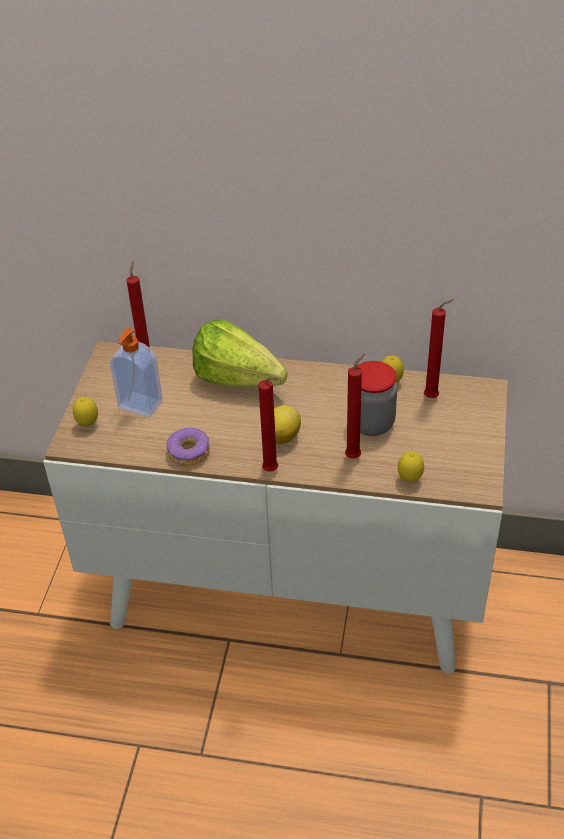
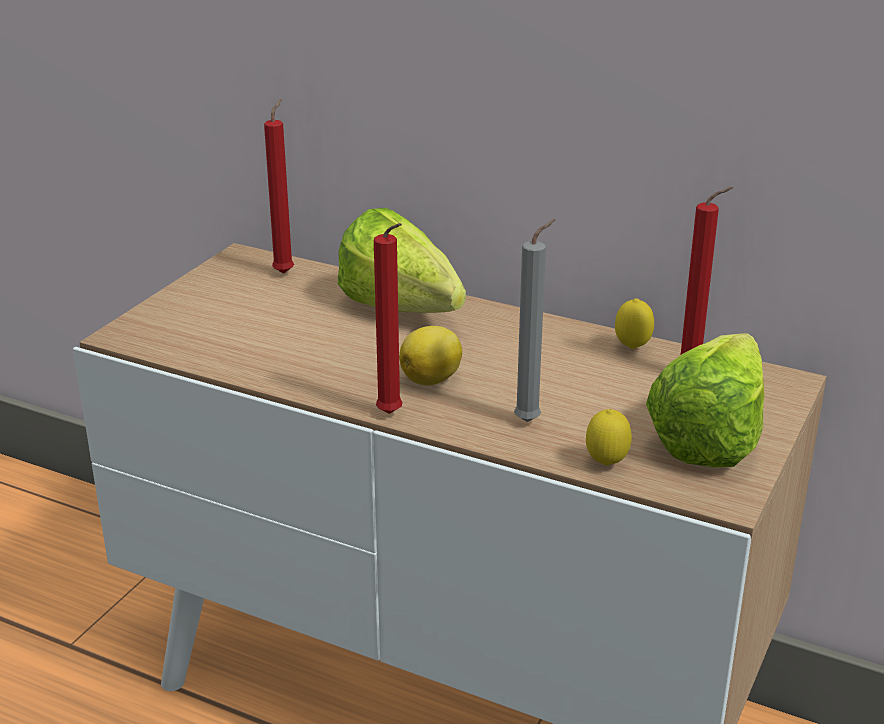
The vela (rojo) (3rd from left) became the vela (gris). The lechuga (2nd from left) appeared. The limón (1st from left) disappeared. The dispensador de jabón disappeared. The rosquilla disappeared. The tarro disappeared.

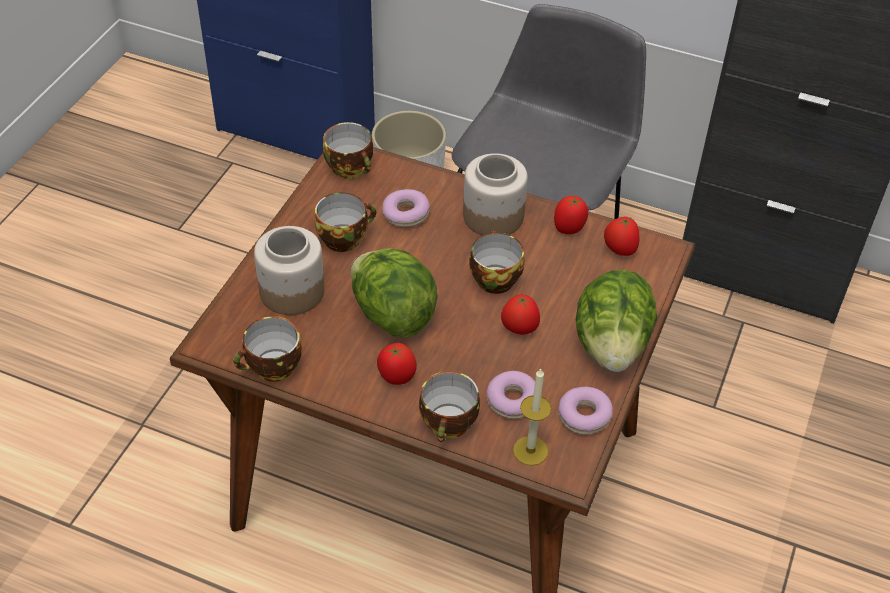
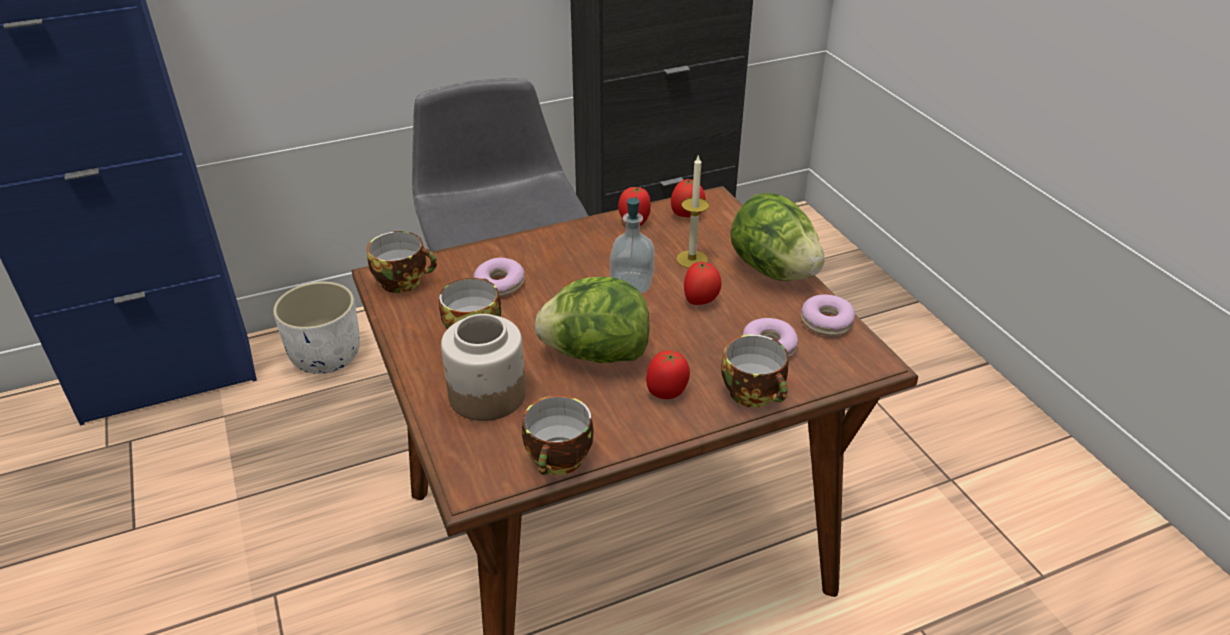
The taza (5th from left) was replaced by the dispensador de jabón. The vela moved. The tarro (2nd from left) disappeared.

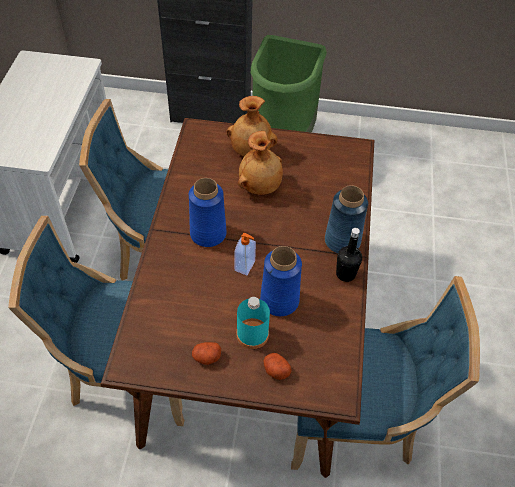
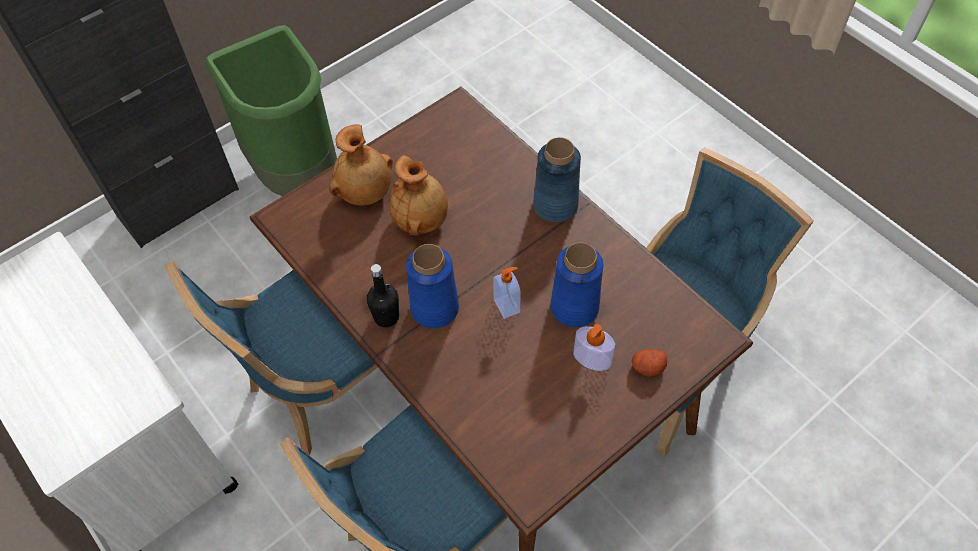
The botella (negro) moved. The botella (turquesa) was replaced by the dispensador de jabón (2nd from left). The patata (1st from left) disappeared.

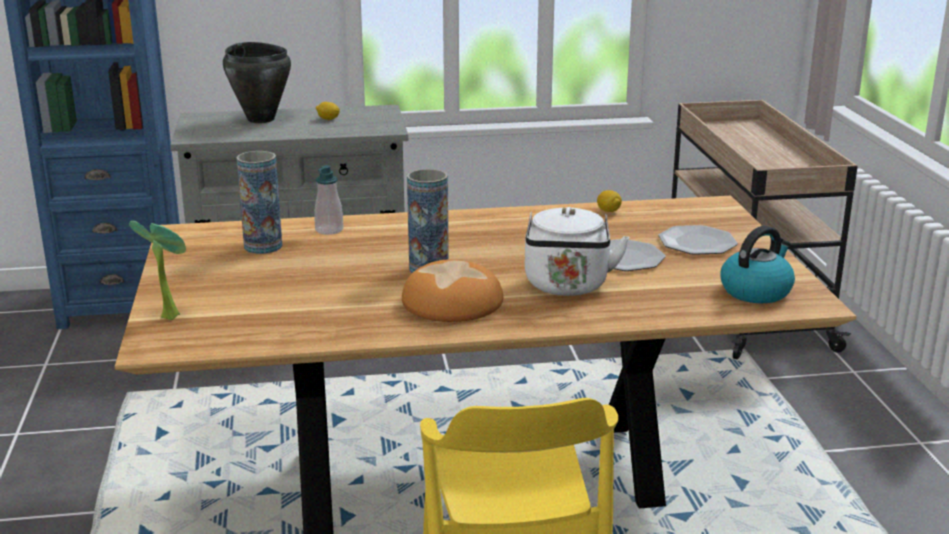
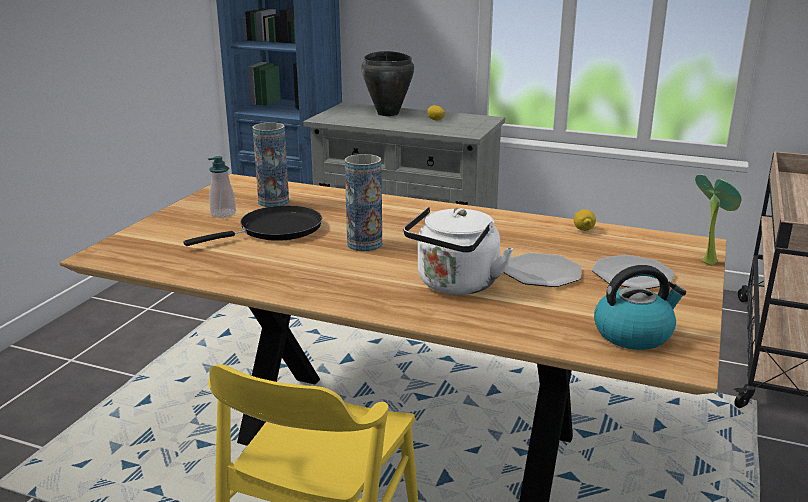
The sartén (negro) appeared. The dispensador de jabón moved. The planta en maceta moved. The pan disappeared.

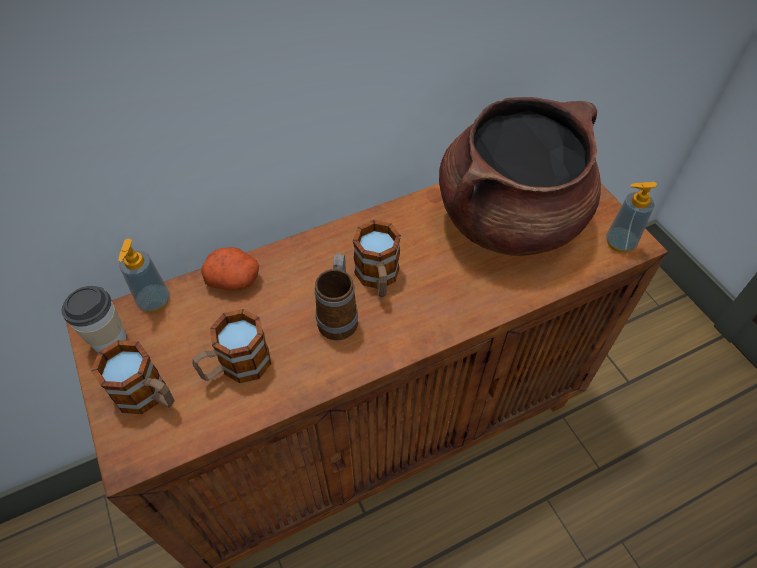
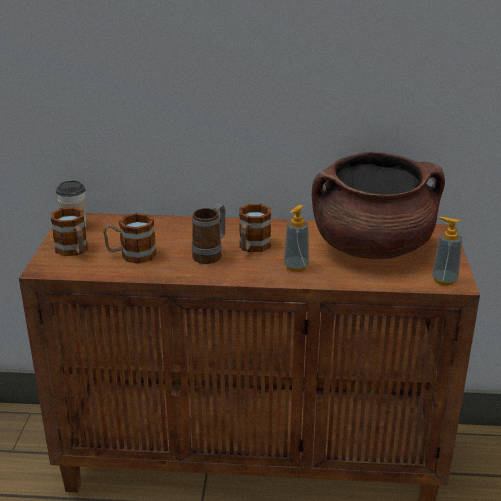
The dispensador de jabón (1st from left) moved. The patata disappeared.

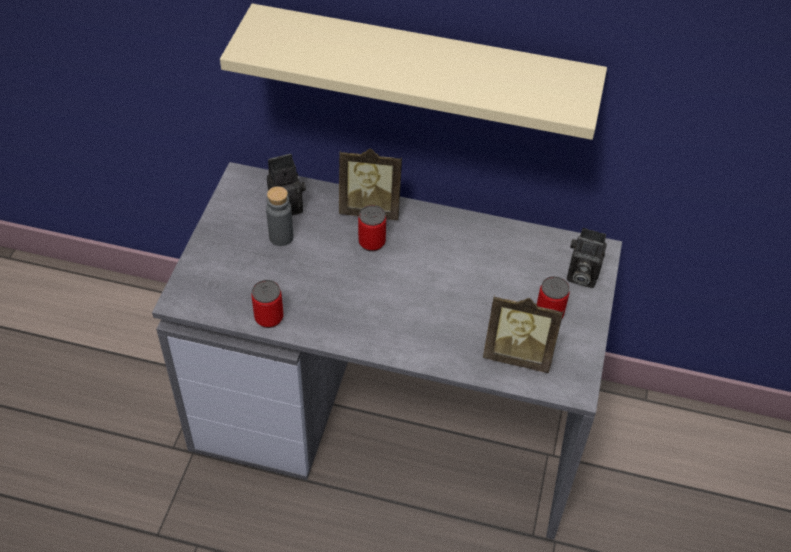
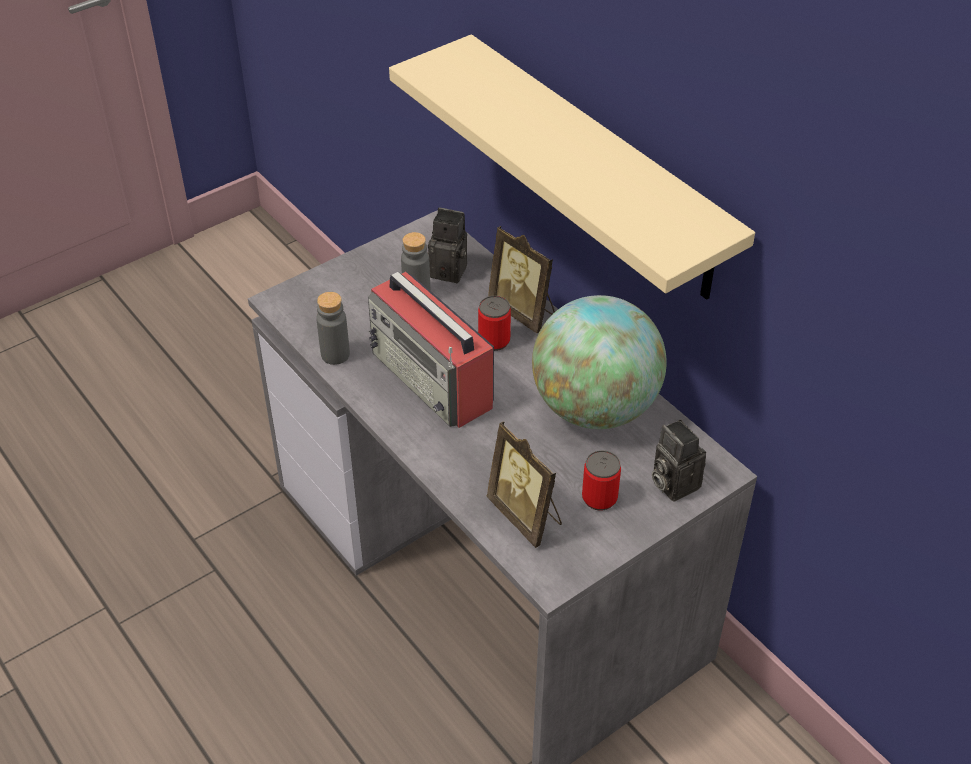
The lata (1st from left) was replaced by the botella (gris) (1st from left). The radio appeared. The globo terráqueo appeared.

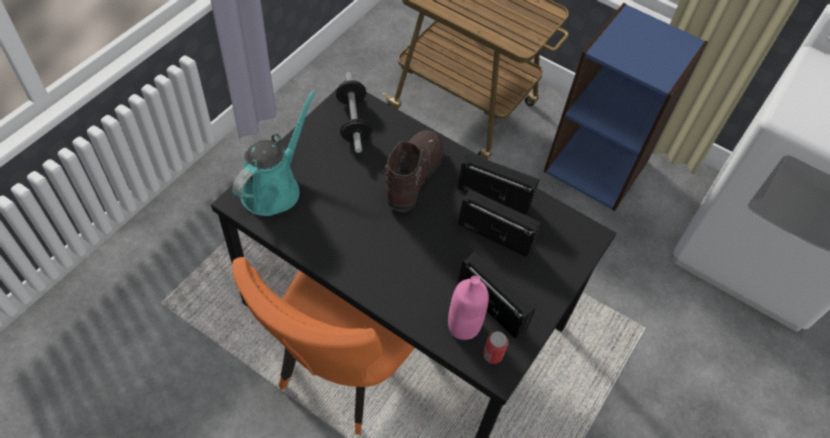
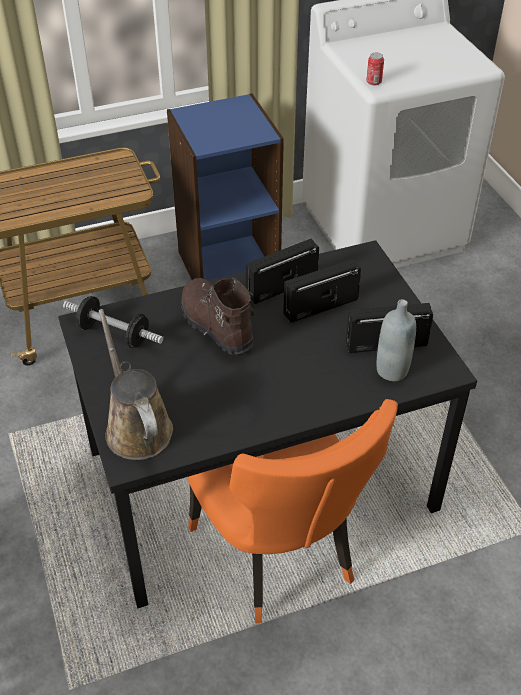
The regadera (turquesa) became the regadera (marrón). The lata moved. The botella (rosa) became the botella (gris).

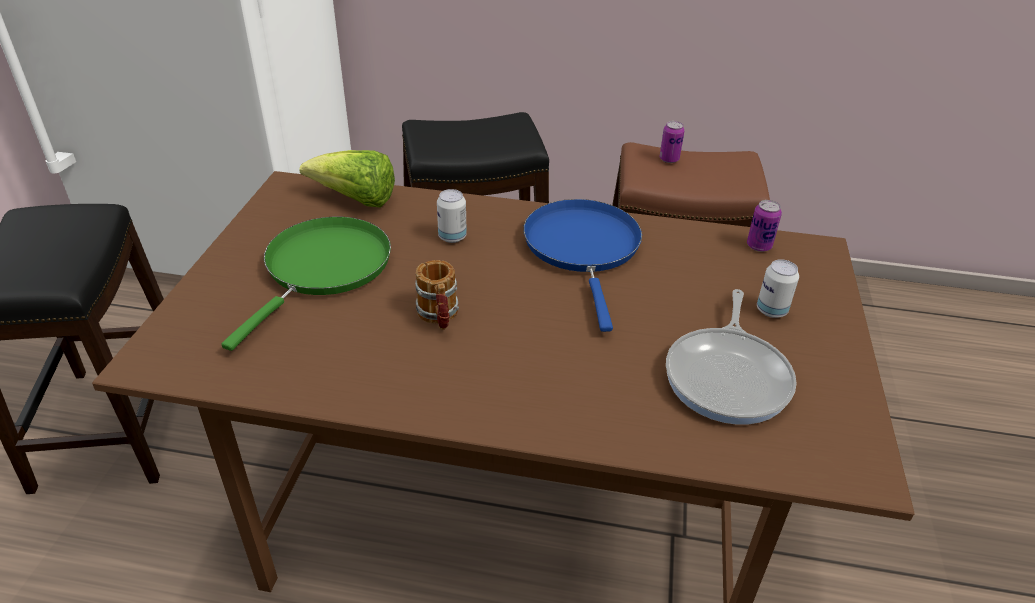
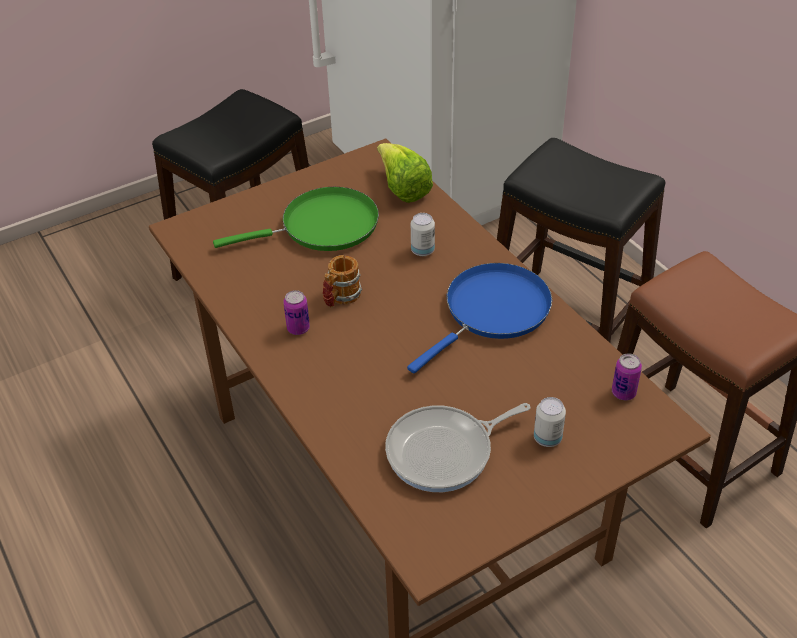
The lata (2nd from left in the first image) moved.

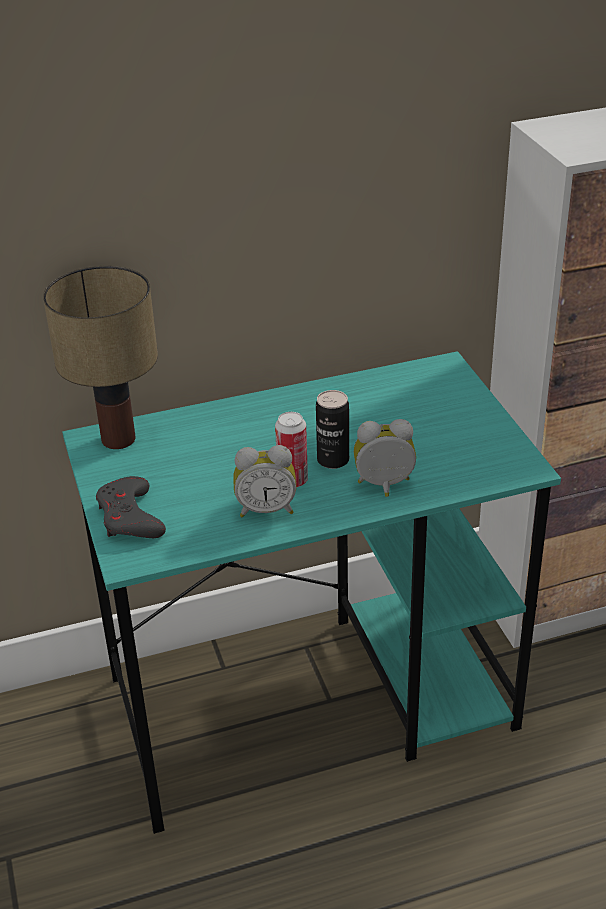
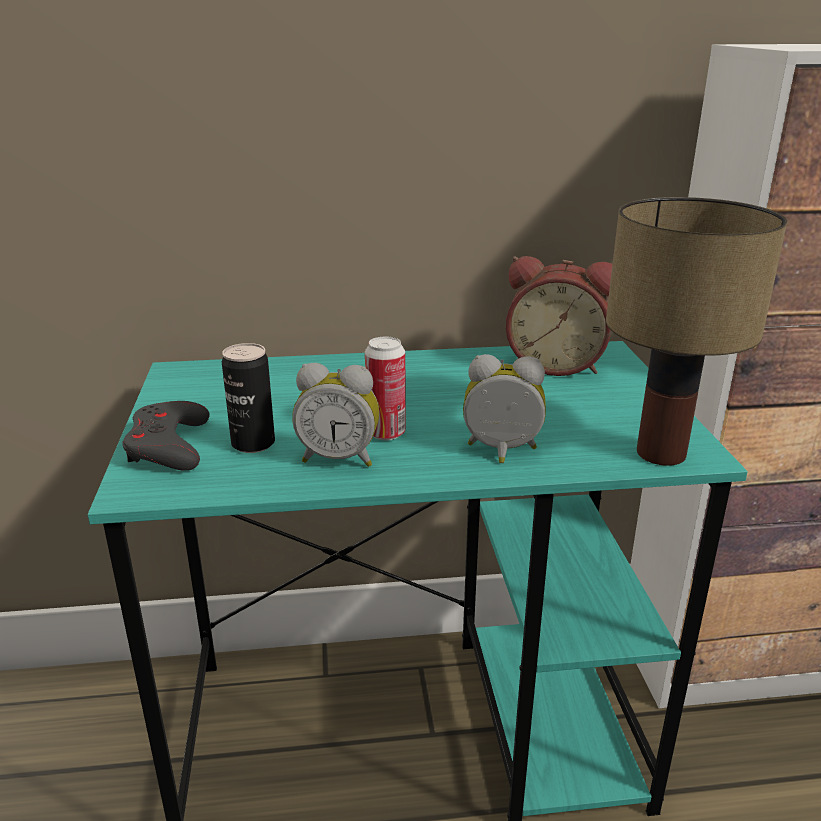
The lata (2nd from left in the first image) moved. The despertador (3rd from left) appeared. The lámpara de mesa moved.

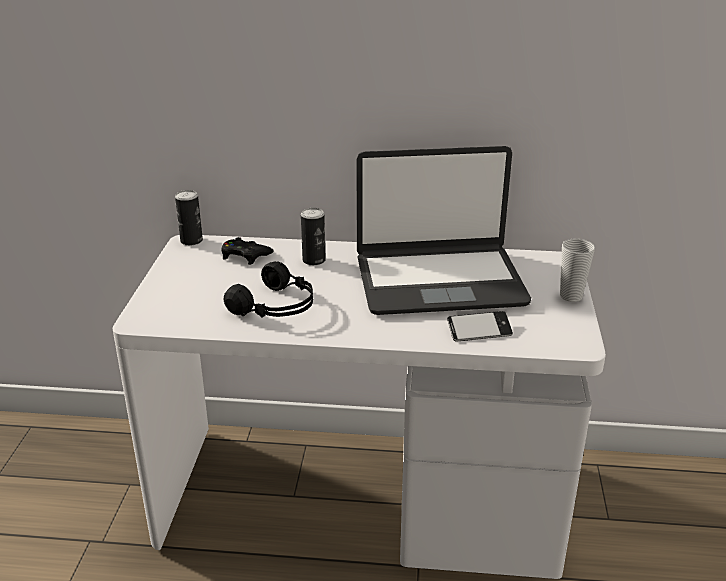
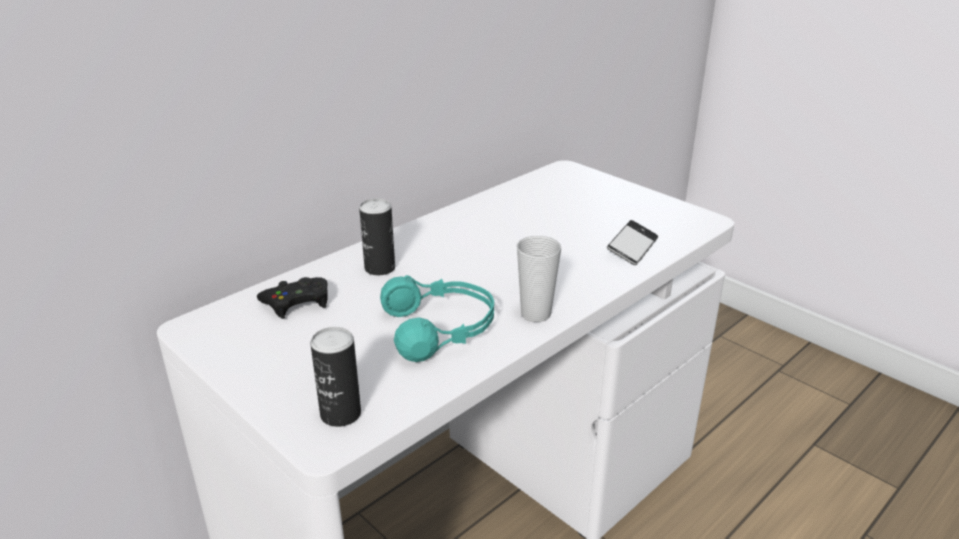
The lata (1st from left) moved. The auriculares (negro) became the auriculares (turquesa). The taza moved. The portátil disappeared.

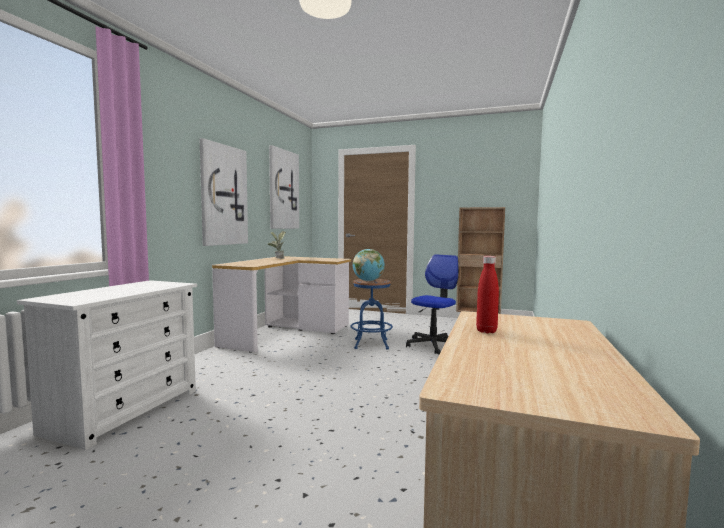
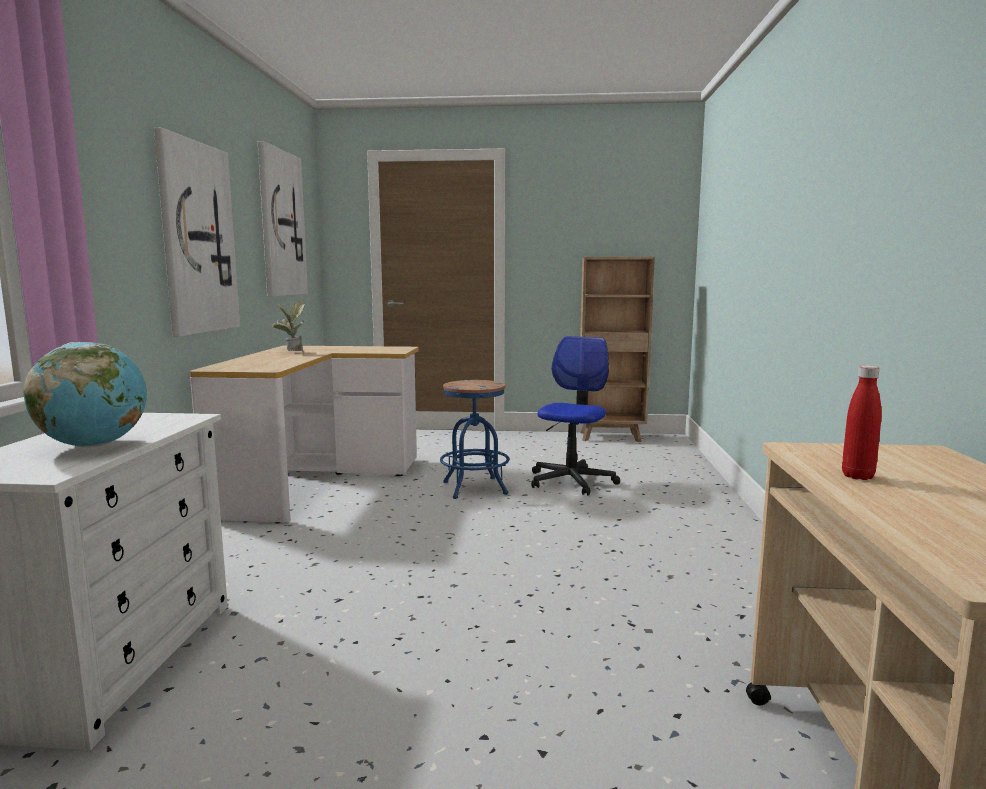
The globo terráqueo moved.

